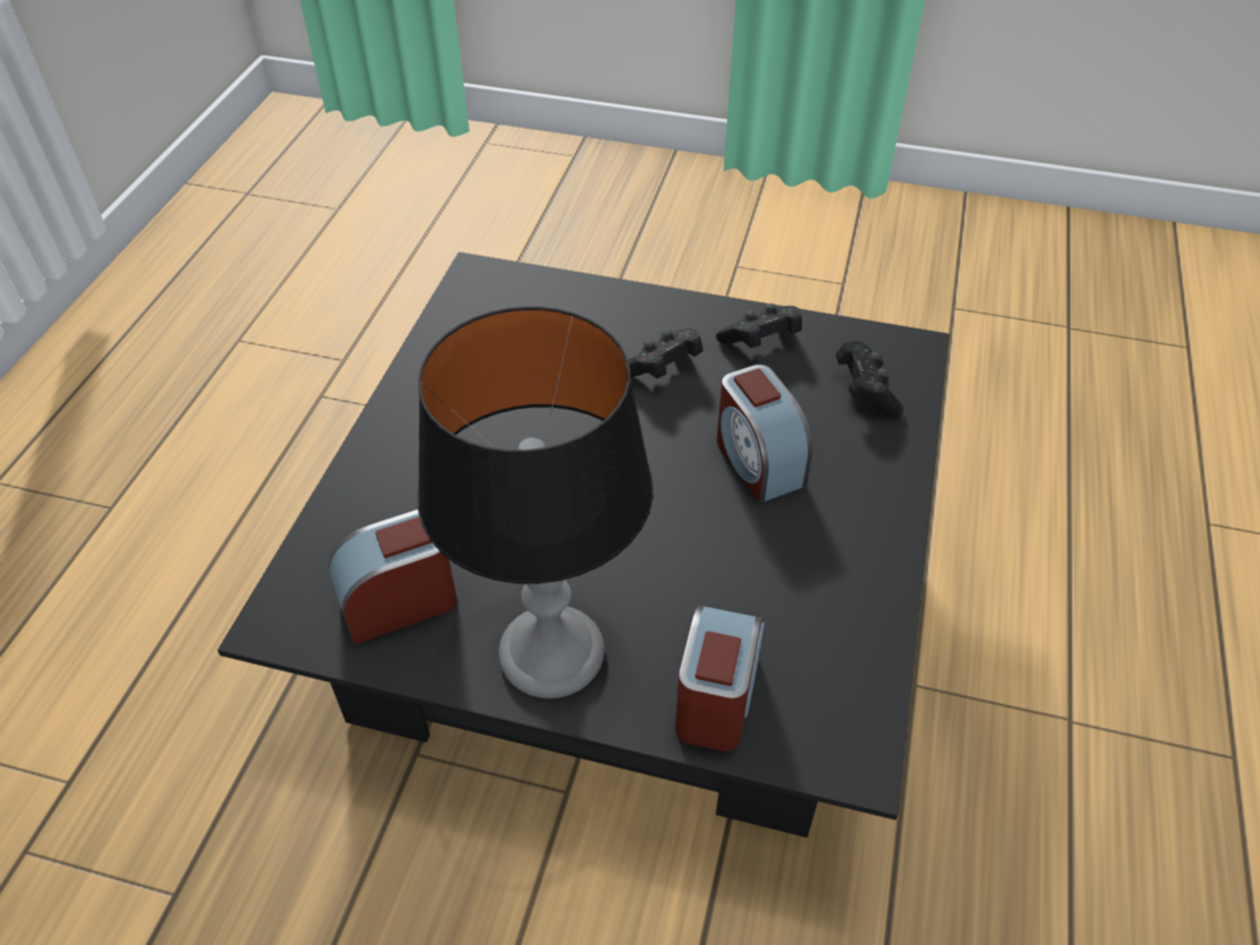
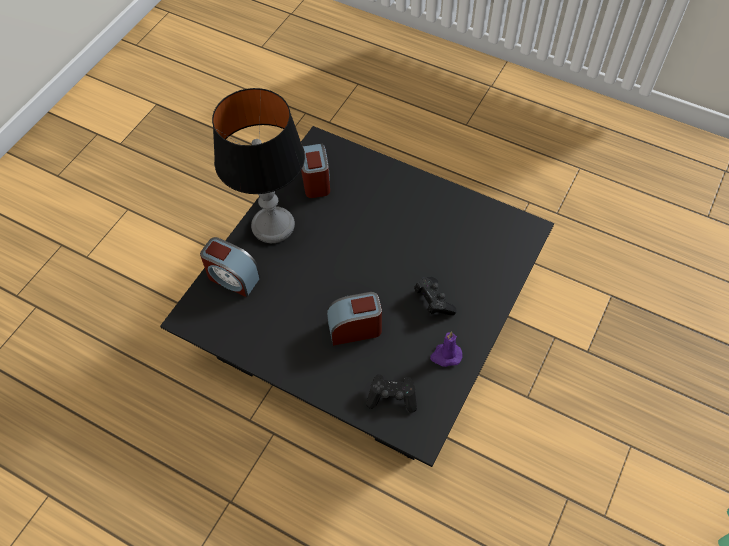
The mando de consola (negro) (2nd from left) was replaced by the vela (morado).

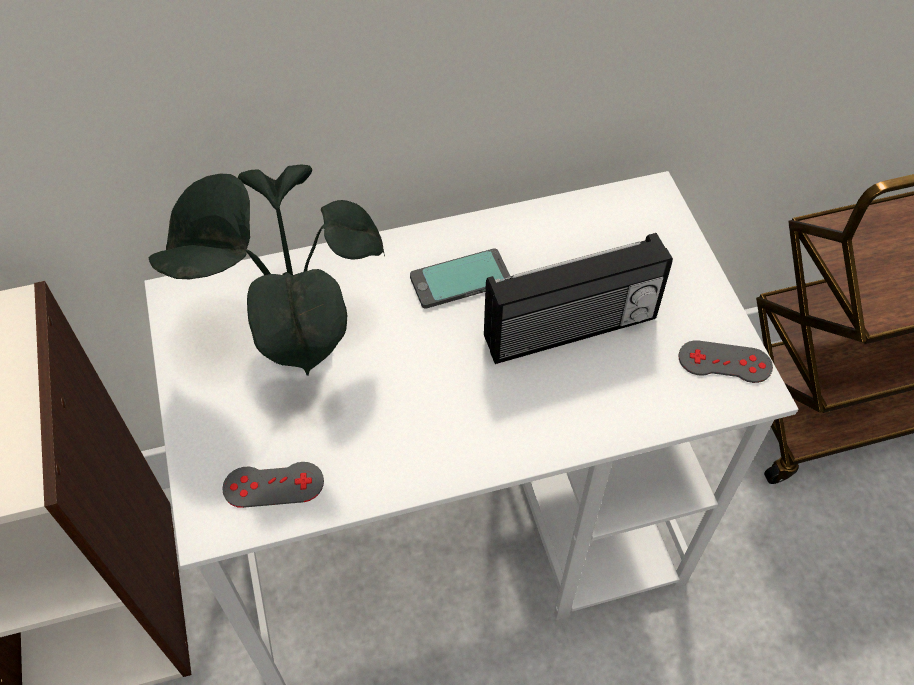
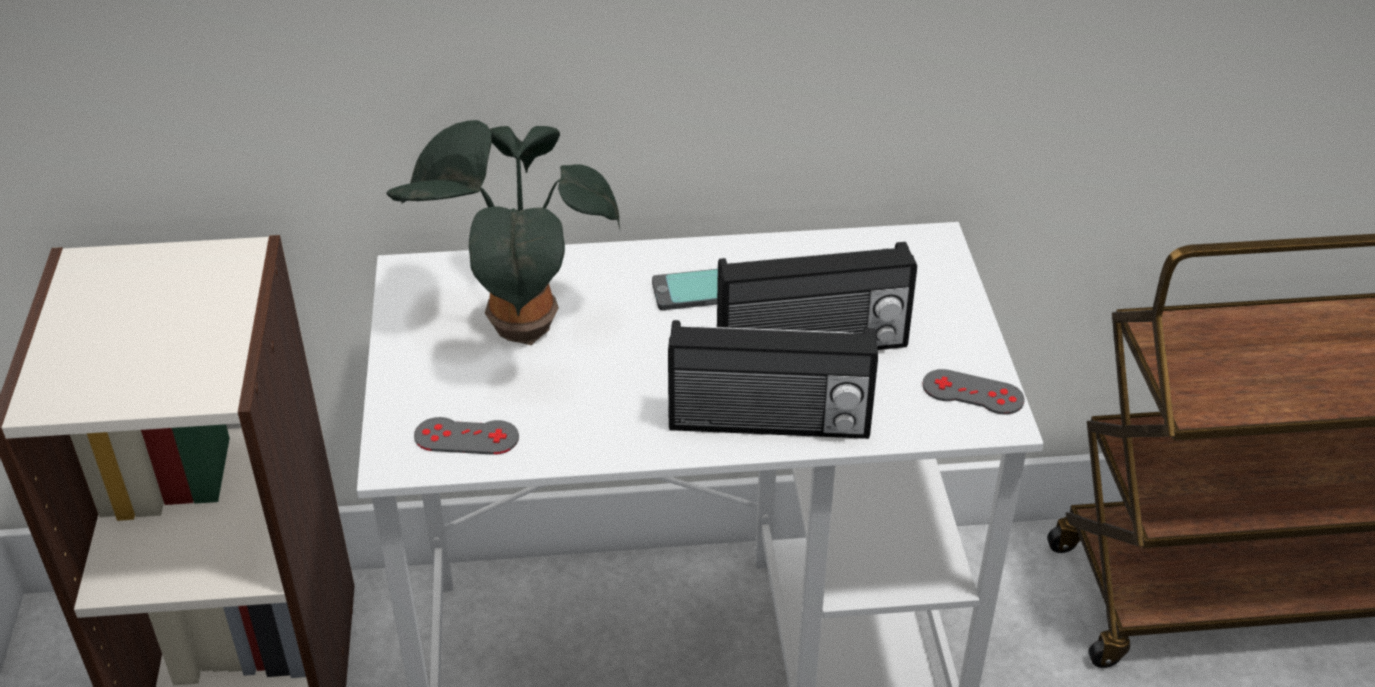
The radio (1st from left) appeared.

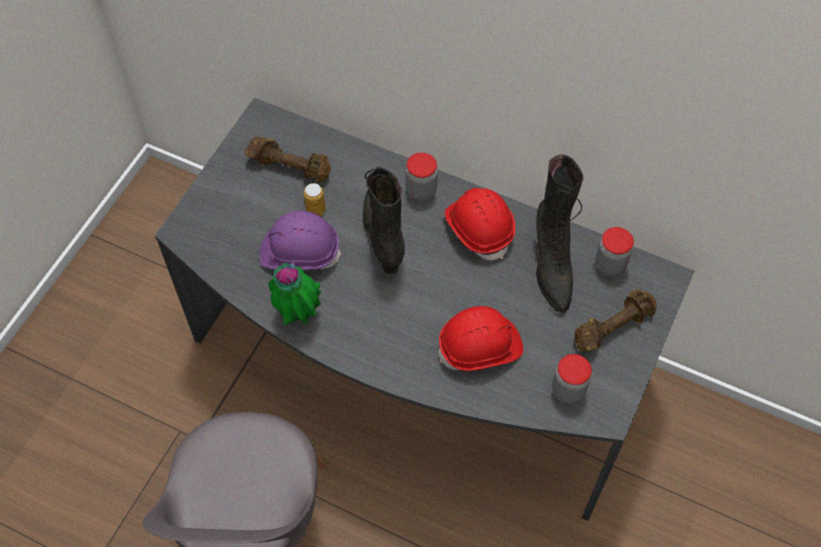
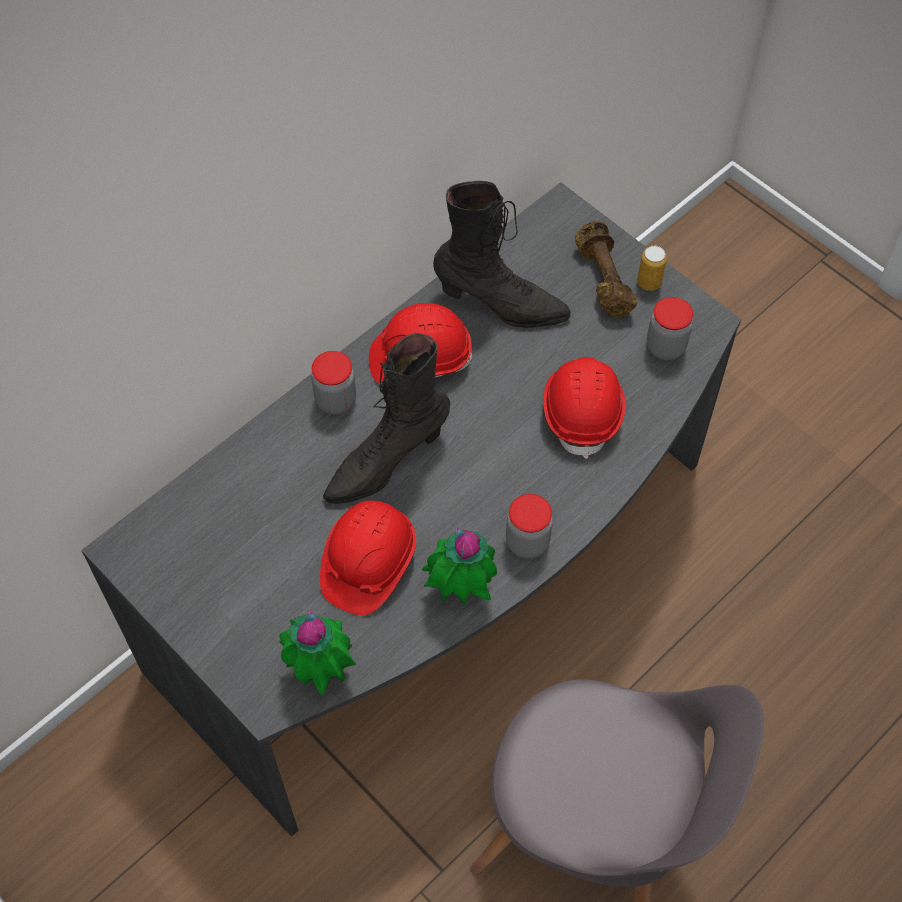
The planta en maceta (1st from left) appeared. The casco (morado) became the casco (rojo) (1st from left). The bota (negro) (1st from left) turned 45 degrees counterclockwise. The tarro (3rd from left in the first image) moved. The lata moved. The mancuerna (marrón) (1st from left) disappeared.

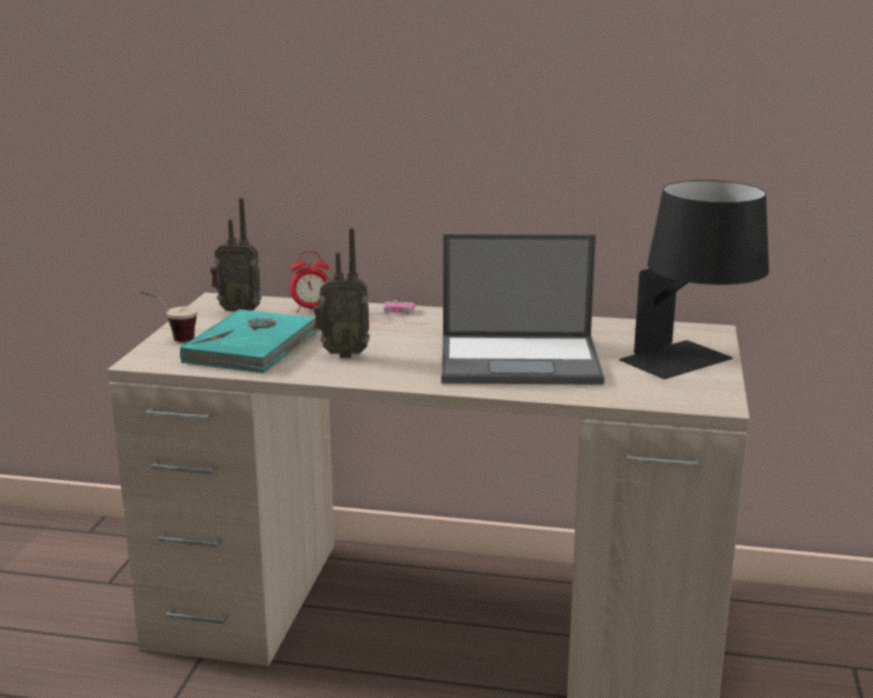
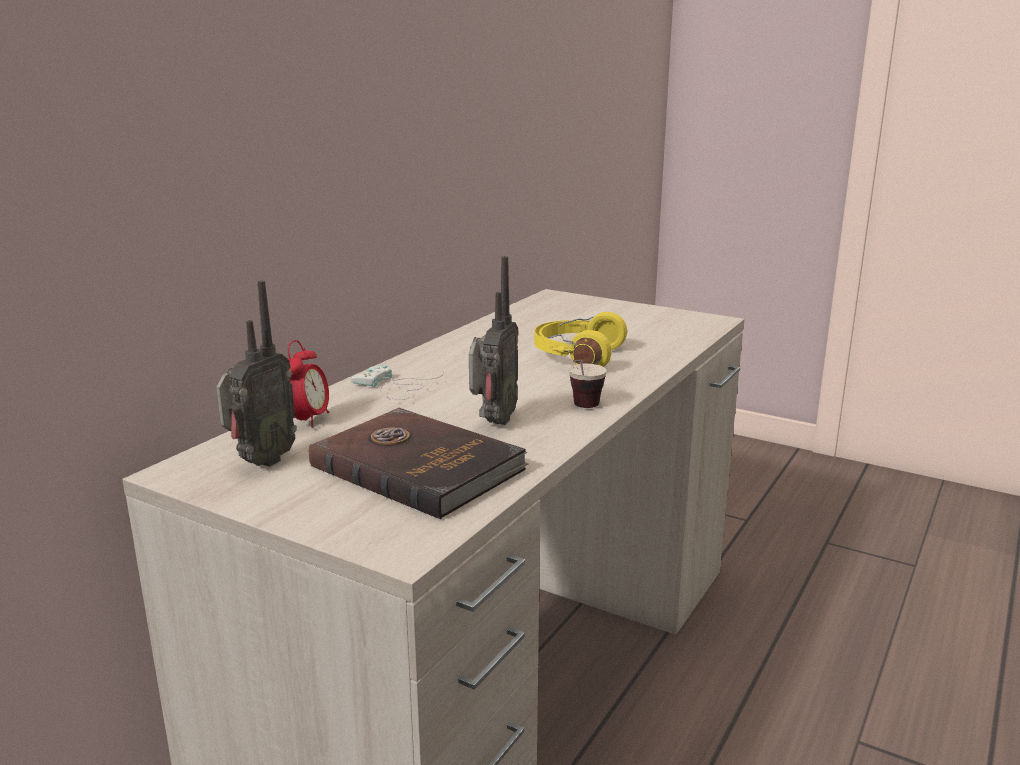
The libro (turquesa) became the libro (marrón). The mando de consola (rosa) became the mando de consola (blanco). The portátil was replaced by the auriculares (amarillo). The taza moved. The lámpara de mesa (negro) disappeared.

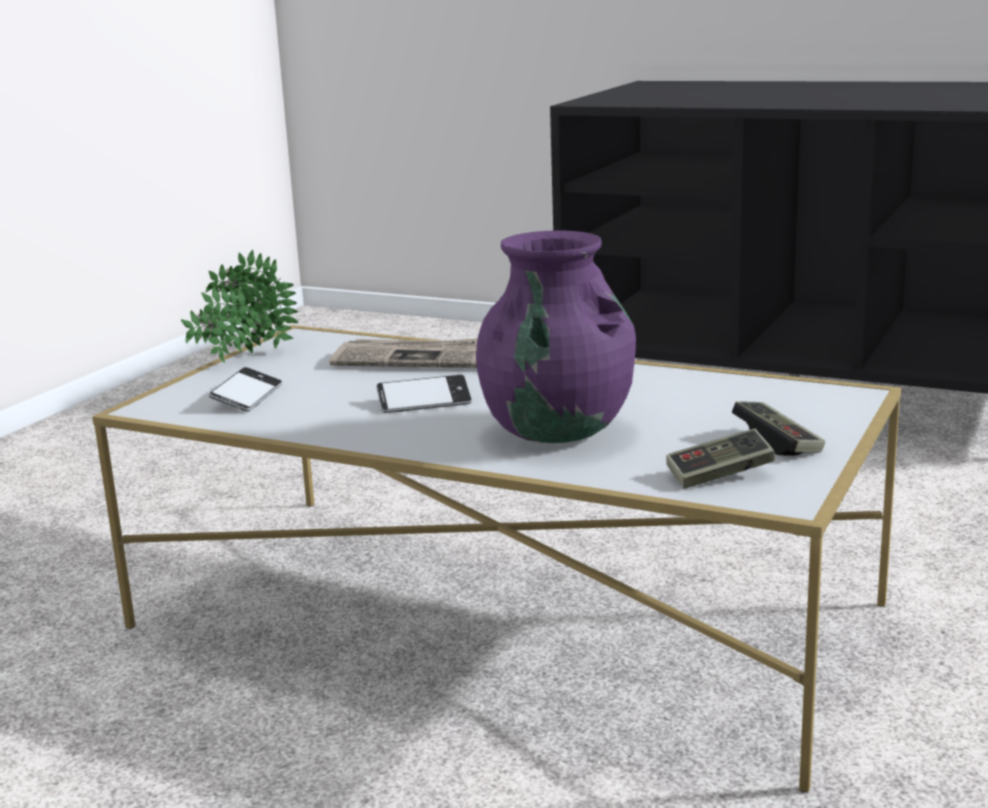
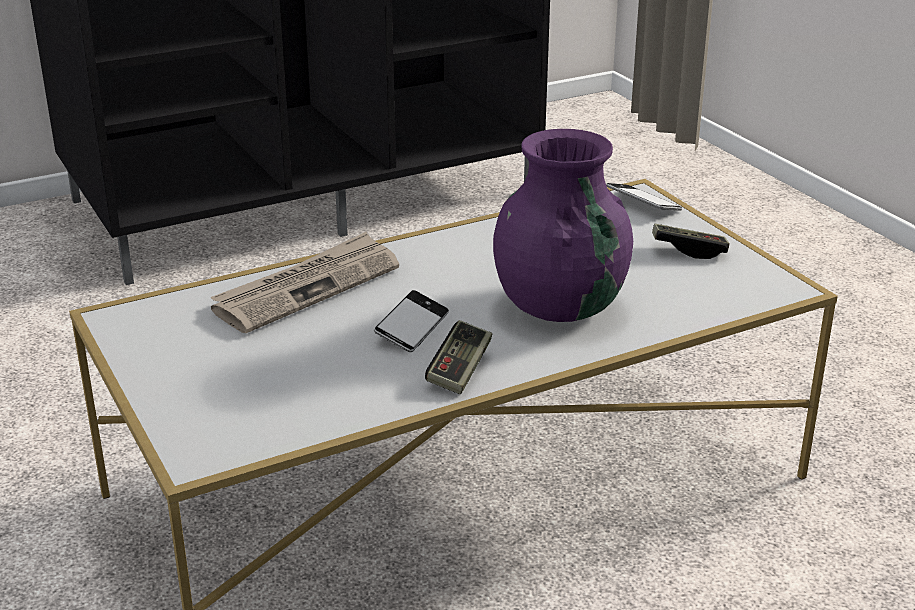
The mando de consola (1st from left) moved. The móvil (1st from left in the first image) moved. The planta en maceta disappeared.

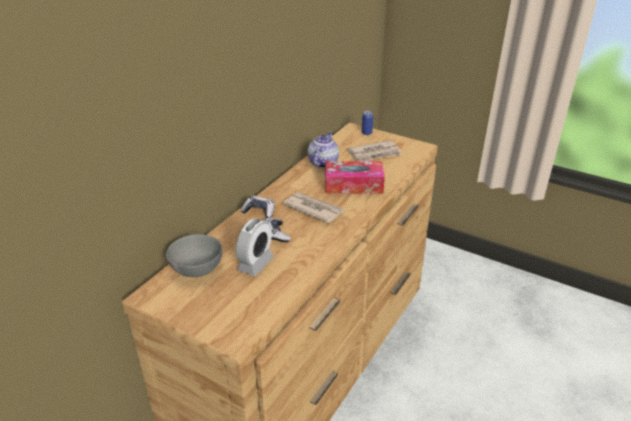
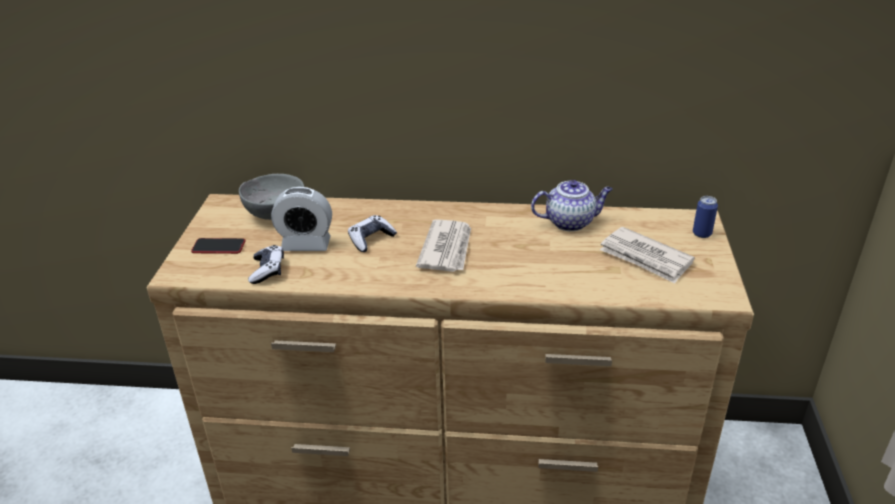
The móvil appeared. The mando de consola (1st from left) moved. The caja de pañuelos disappeared.

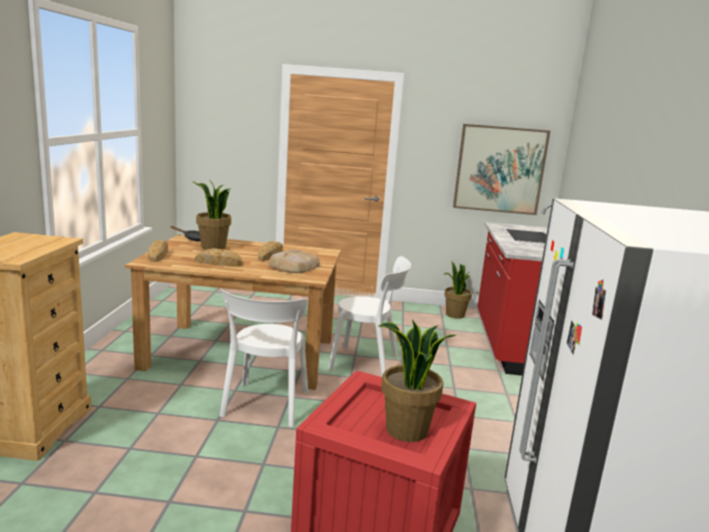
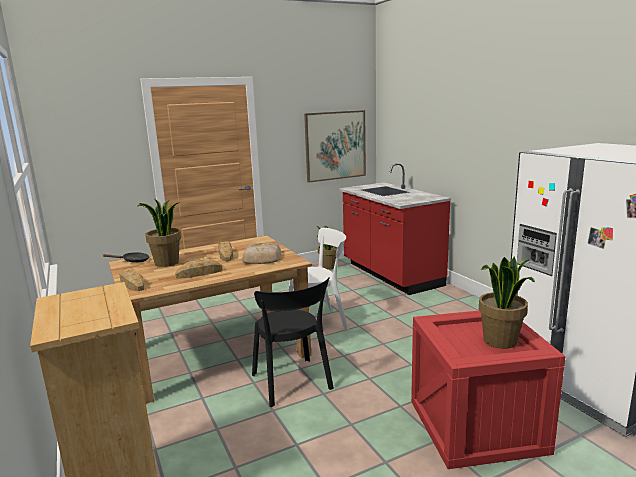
The silla (blanco) (1st from left) became the silla (negro).

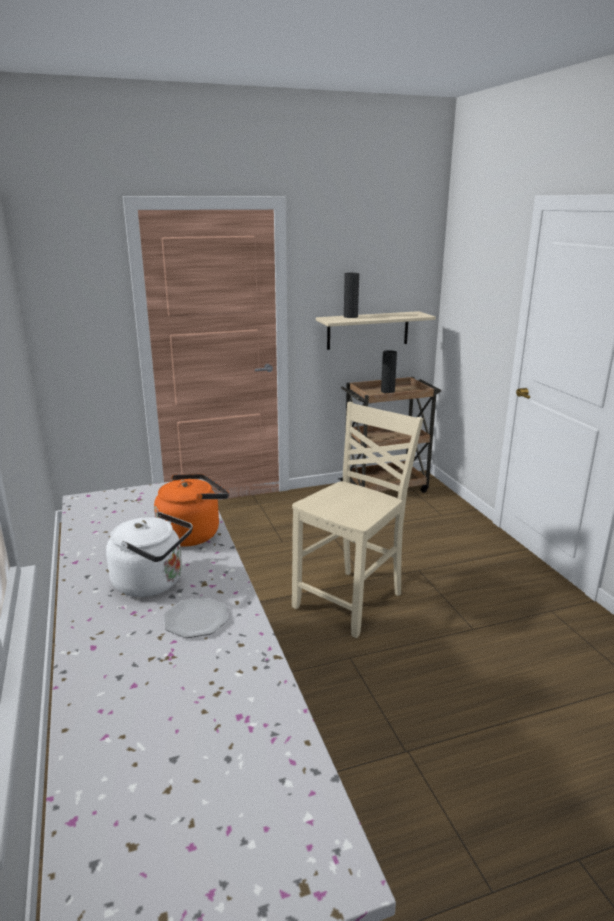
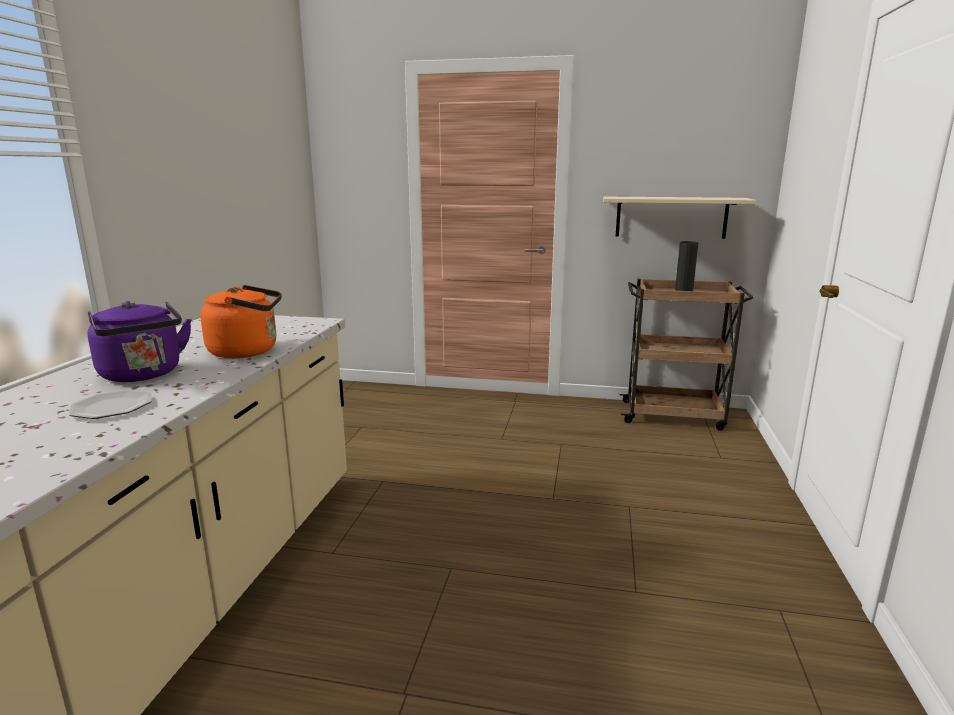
The hervidor (blanco) became the hervidor (morado). The silla (beis) disappeared. The florero (negro) (1st from left) disappeared.

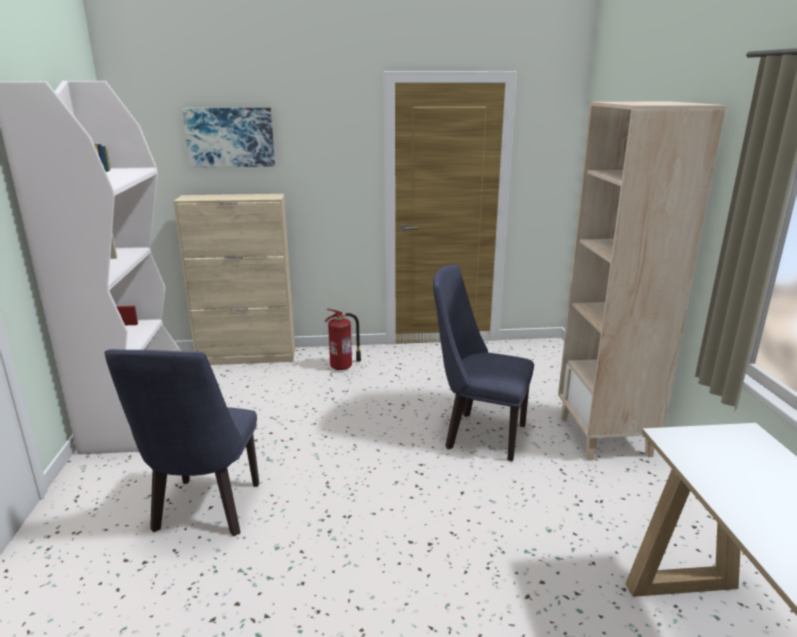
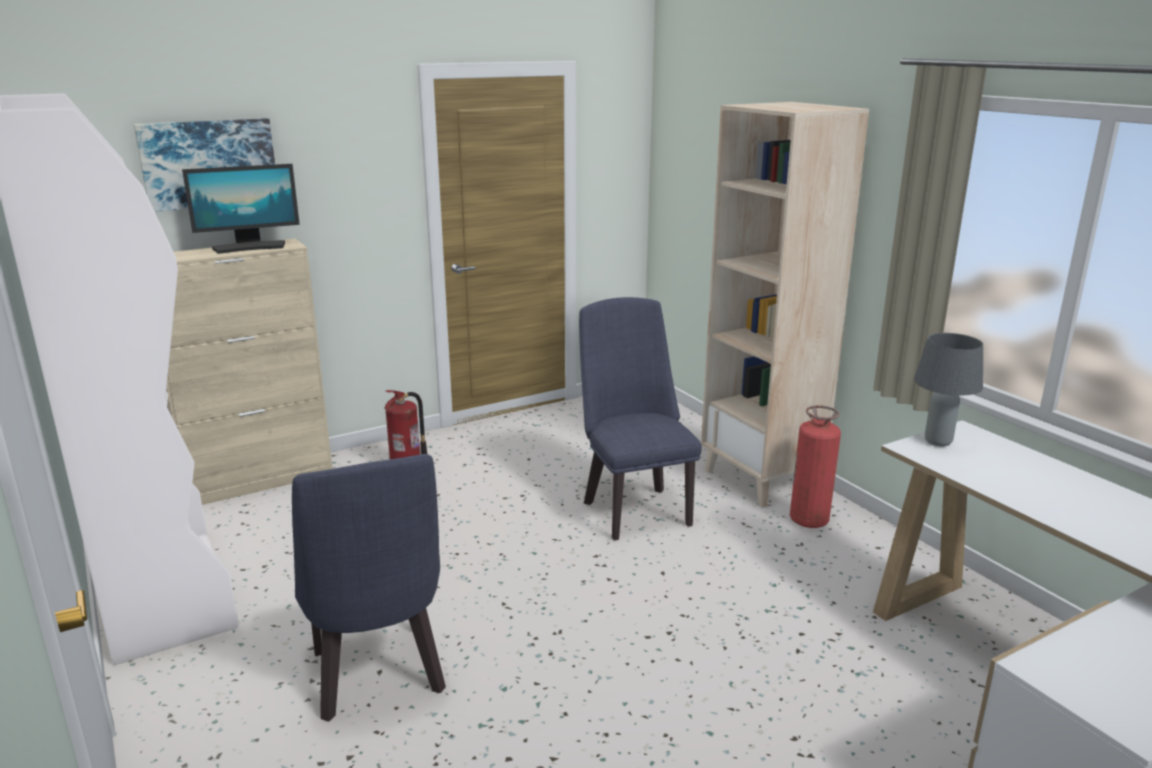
The monitor appeared. The silla (azul) (2nd from left) turned 75 degrees clockwise. The extintor (2nd from left) appeared. The lámpara de mesa (gris) appeared.

